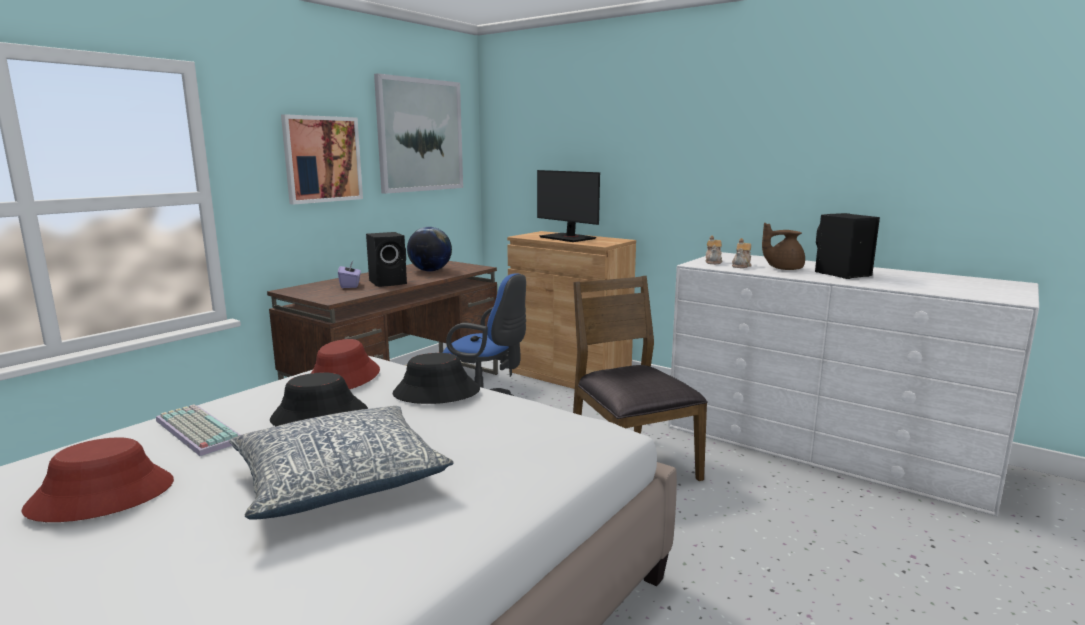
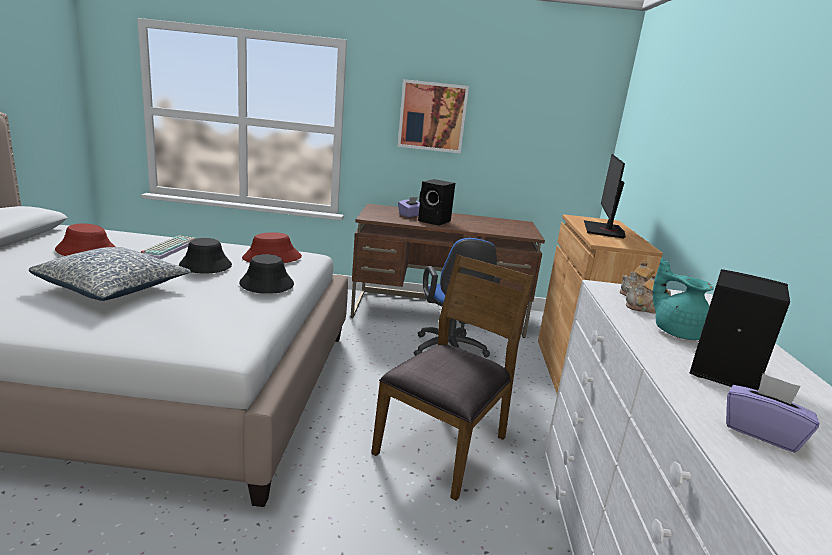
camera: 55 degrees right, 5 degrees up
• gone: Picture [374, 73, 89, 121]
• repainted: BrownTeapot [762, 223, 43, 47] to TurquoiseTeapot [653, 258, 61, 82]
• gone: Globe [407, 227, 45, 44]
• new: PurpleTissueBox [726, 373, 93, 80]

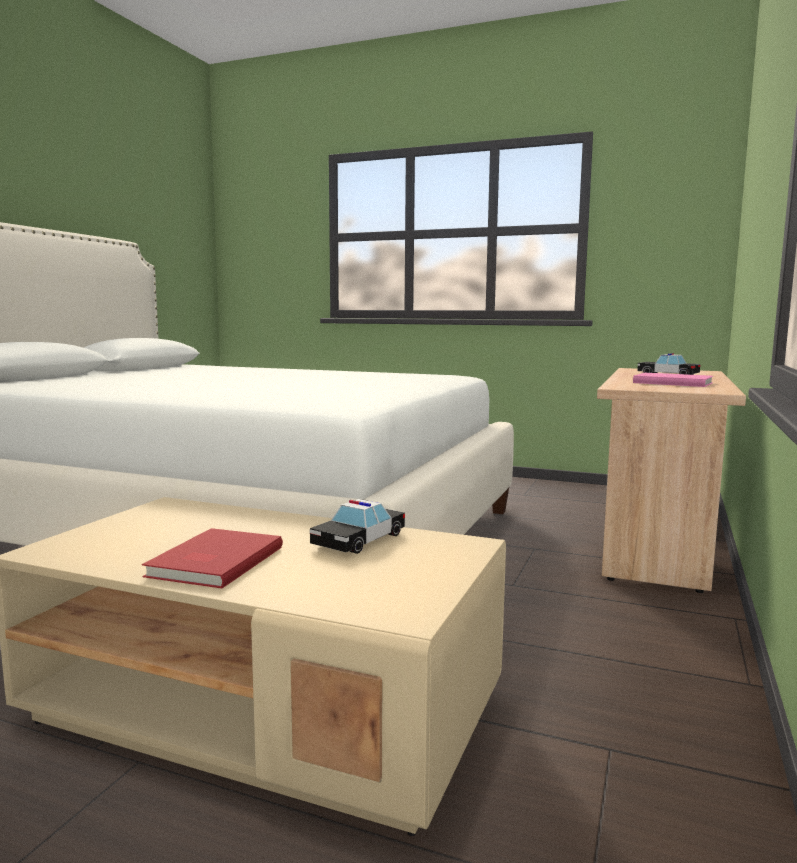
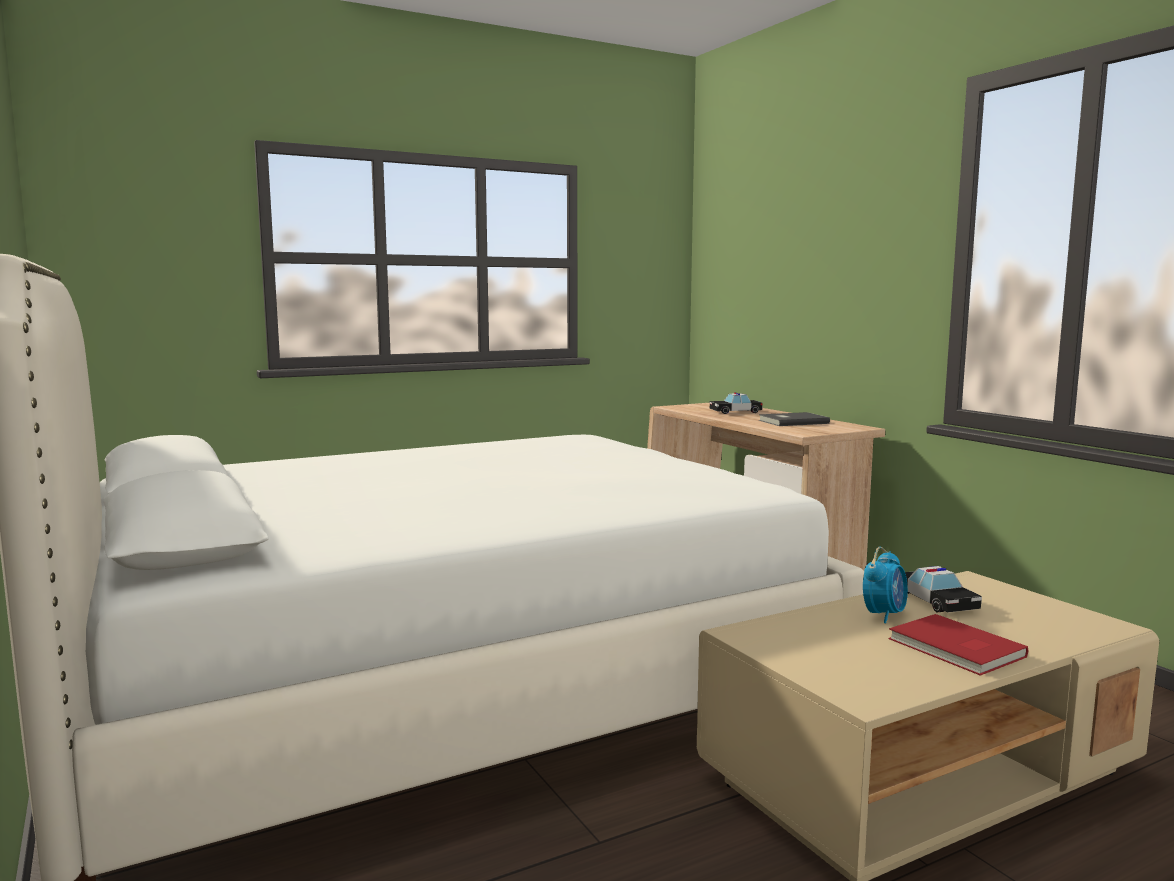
camera: 50 degrees left, 0 degrees up
• repainted: PinkBook [633, 373, 80, 14] to GreyBook [758, 412, 72, 14]
• new: AlarmClock [863, 547, 45, 76]

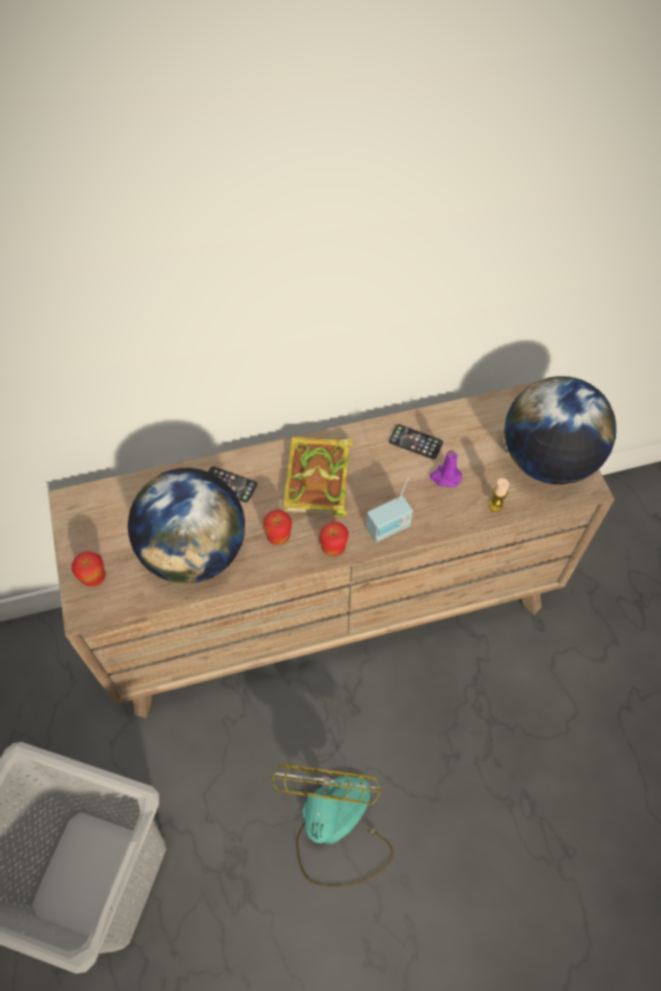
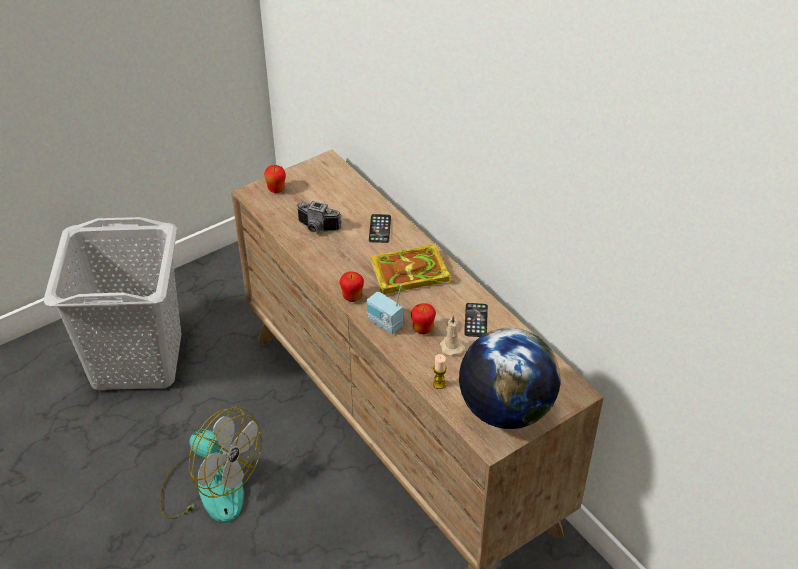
camera: 70 degrees right, 15 degrees down
• repainted: PurpleCandle [430, 448, 32, 39] to BeigeCandle [440, 315, 25, 41]
• swapped: Globe [128, 468, 117, 116] to PhotoCamera [297, 201, 44, 31]
• shifted: Apple [263, 509, 29, 36] to [411, 303, 25, 31]
• rotated: Fan [270, 764, 124, 124] = [159, 407, 103, 116] 45 degrees clockwise

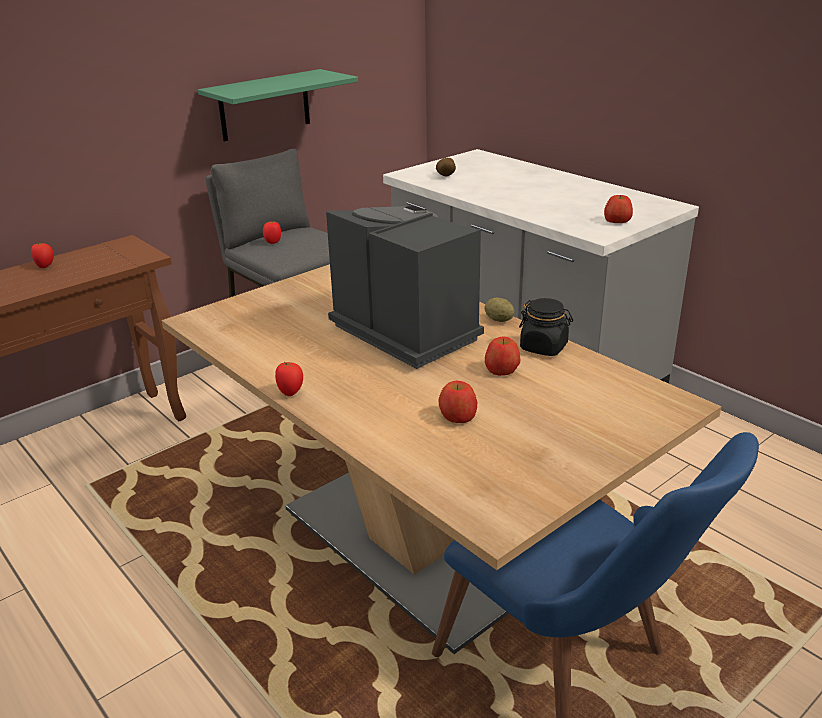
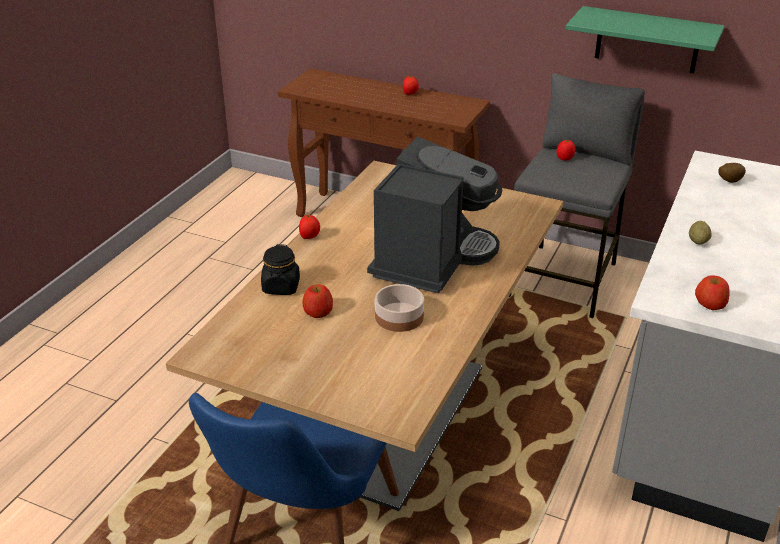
camera: 65 degrees right, 5 degrees up
• shifted: Potato [484, 297, 31, 25] to [689, 221, 23, 24]
• shifted: BlackJar [519, 298, 54, 58] to [261, 244, 39, 51]
• swapped: Apple [485, 337, 35, 39] to Bowl [375, 284, 49, 48]

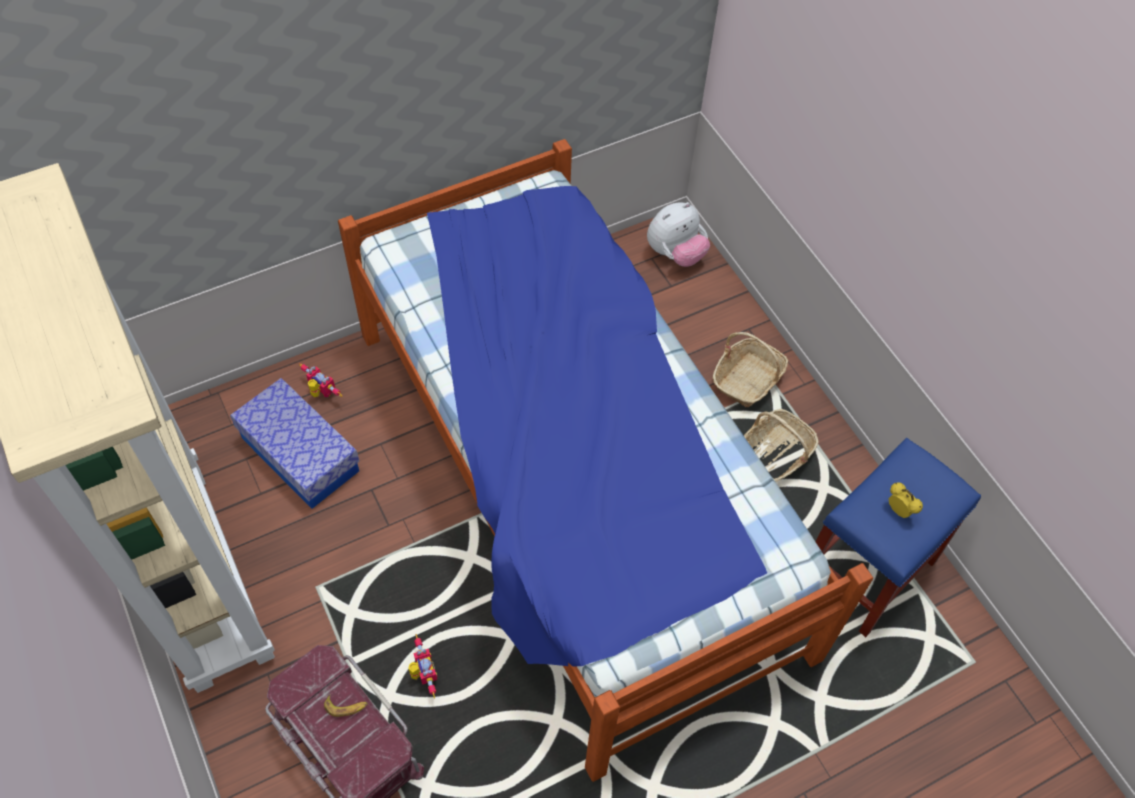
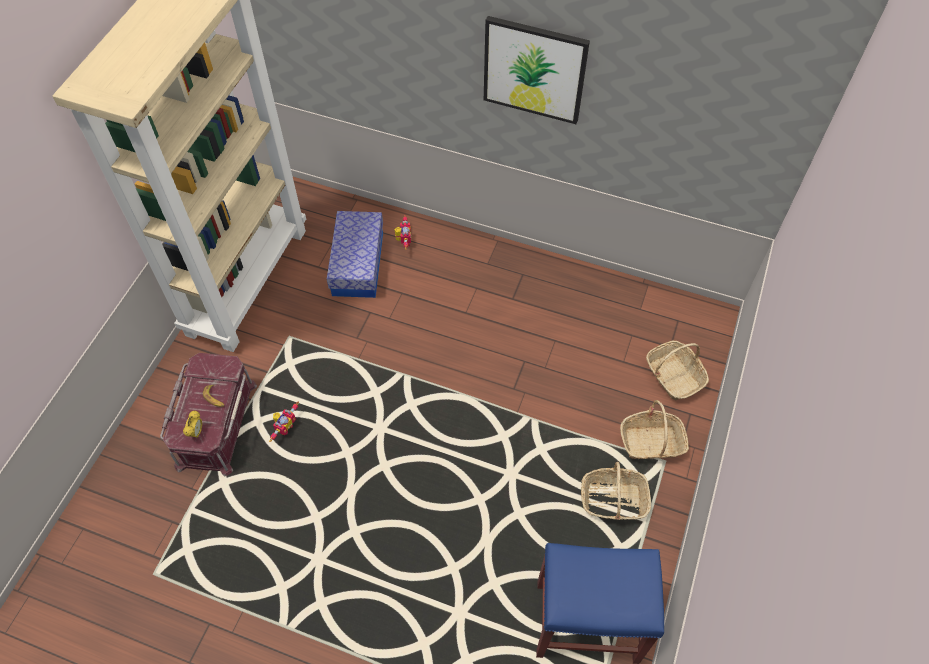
camera: 50 degrees right, 0 degrees up
• gone: Bed [338, 139, 535, 643]
• gone: PlushToy [647, 202, 63, 65]
• shifted: AlarmClock [889, 482, 34, 36] to [183, 410, 19, 28]
• new: Picture [484, 16, 106, 108]
• new: Basket [646, 340, 63, 60]

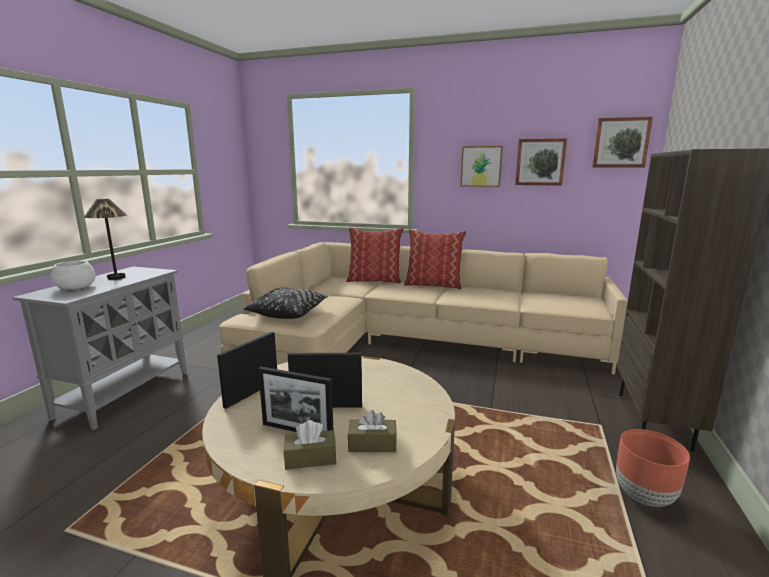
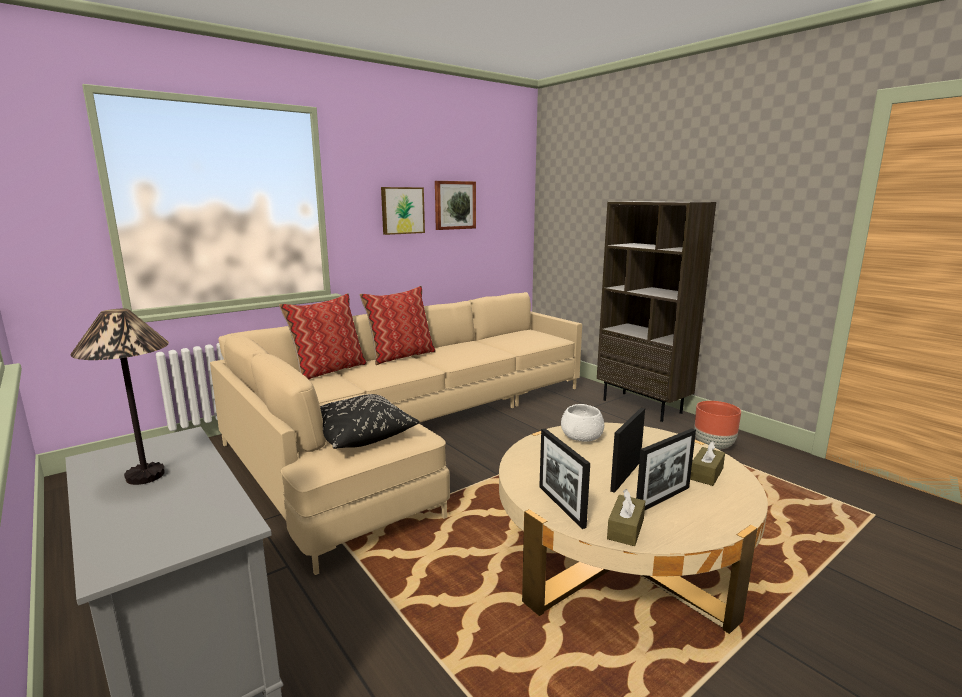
camera: 55 degrees left, 0 degrees up
• gone: Picture [592, 117, 61, 50]
• shifted: WhiteBowl [51, 261, 45, 29] to [561, 404, 43, 38]
• shifted: BrownTissueBox [284, 420, 52, 50] to [607, 489, 38, 57]

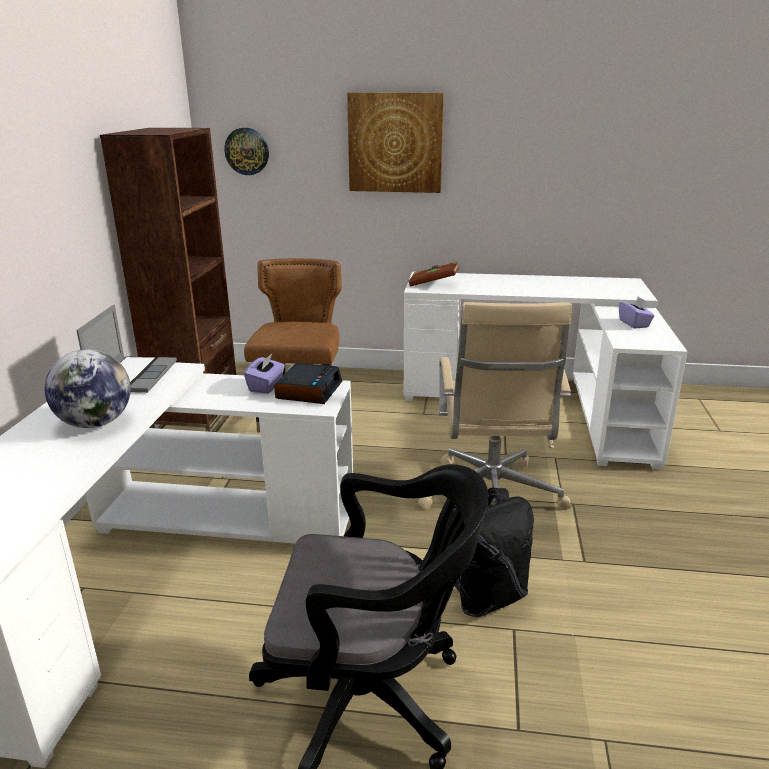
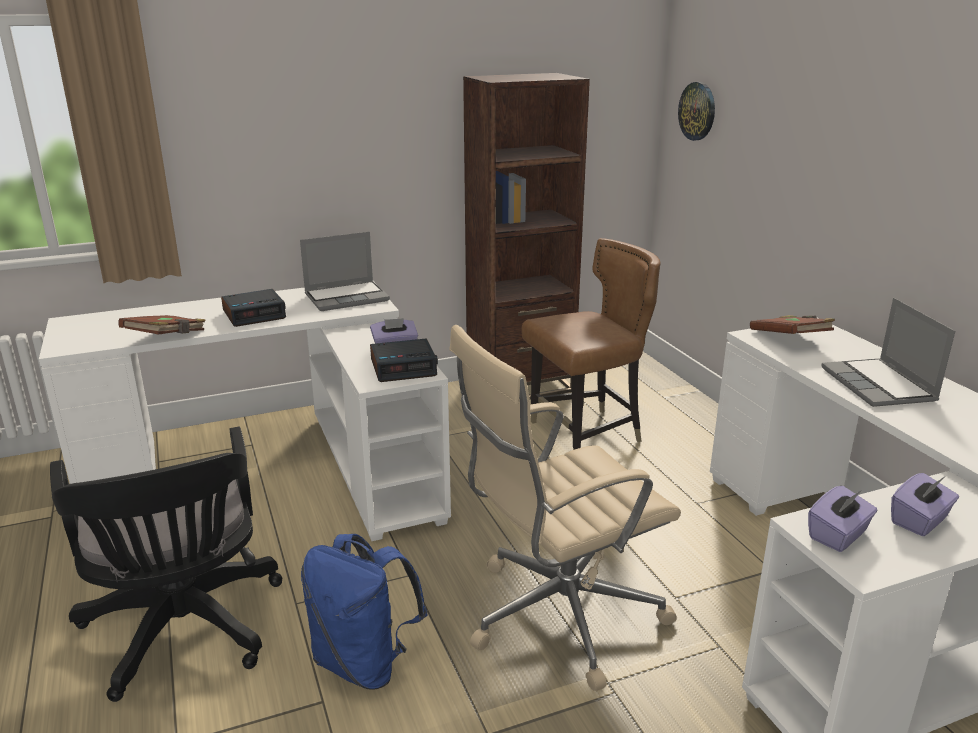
camera: 60 degrees right, 0 degrees up
• gone: Picture [347, 92, 97, 101]
• swapped: Globe [44, 349, 87, 79] to AlarmClock [221, 289, 65, 38]
• repainted: BlackBackpack [445, 488, 89, 129] to BlueBackpack [301, 534, 126, 156]
• new: Laptop [821, 298, 134, 109]
• new: BrownBook [118, 315, 88, 20]
• new: PurpleTissueBox [808, 486, 70, 66]

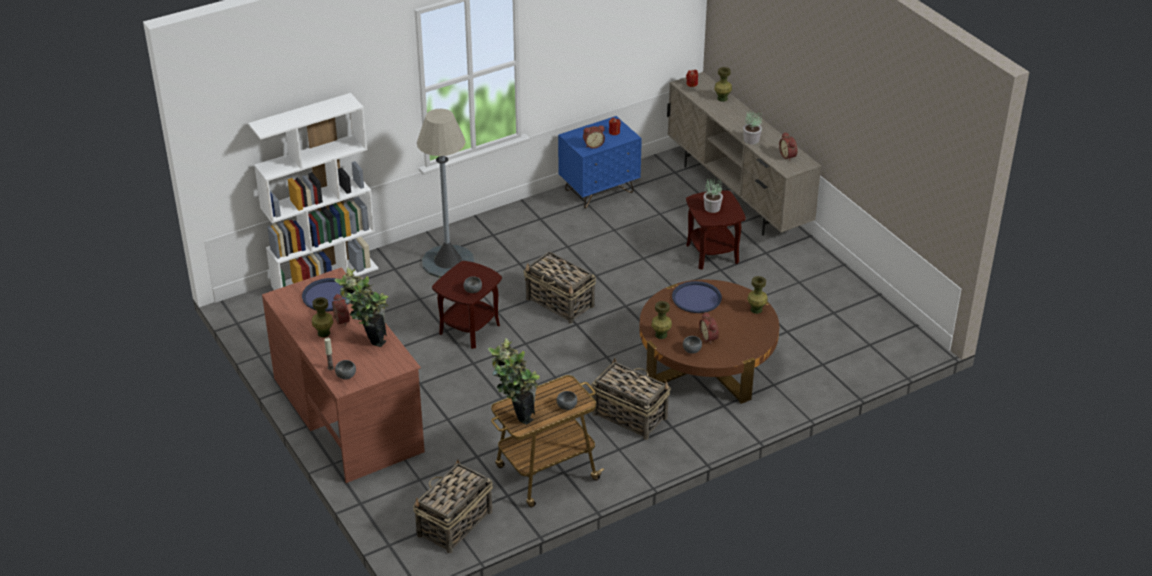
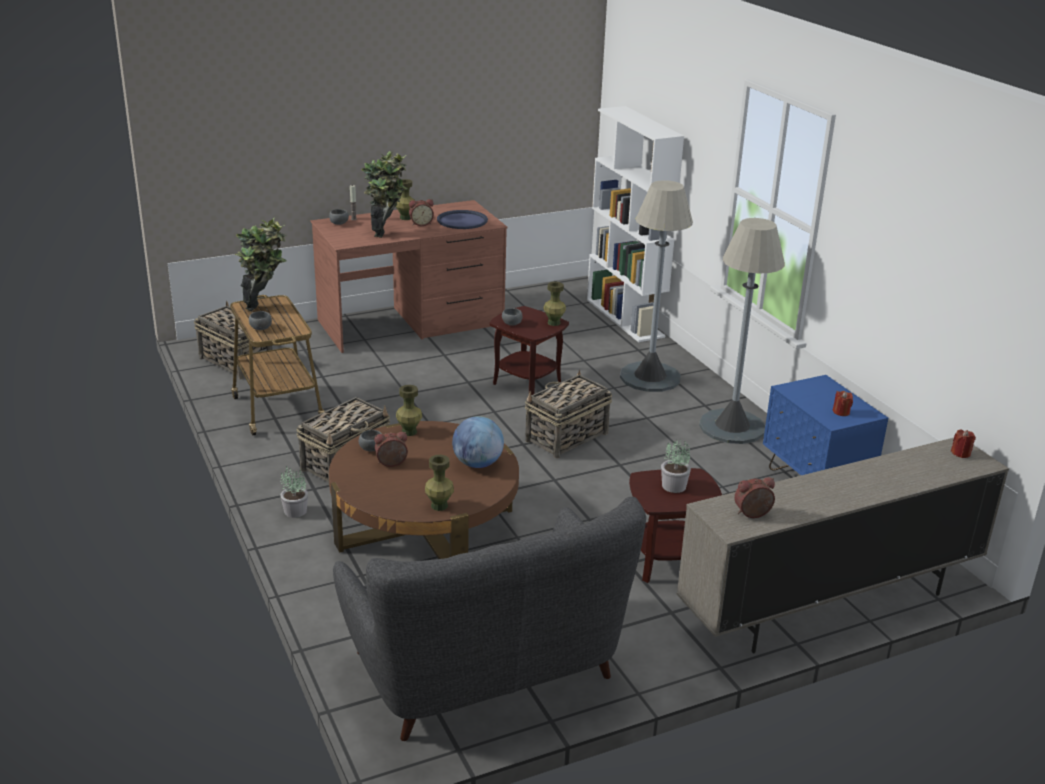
camera: 95 degrees right, 10 degrees down
• shifted: GreenVase [714, 67, 18, 35] to [544, 282, 22, 44]
• shifted: PottedPlant [743, 111, 19, 34] to [280, 466, 28, 52]
• gone: AlarmClock [583, 126, 22, 23]
• swapped: BlueTray [672, 281, 50, 32] to Globe [452, 416, 52, 52]
• new: GreyFloorLamp [699, 218, 86, 226]
• new: GreySofa [333, 497, 313, 244]

